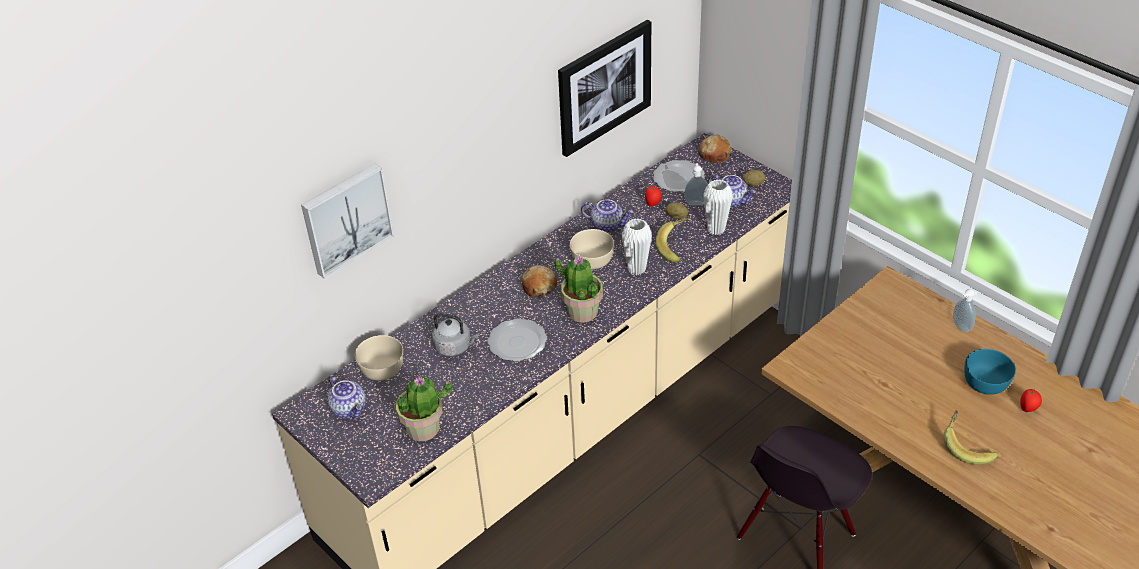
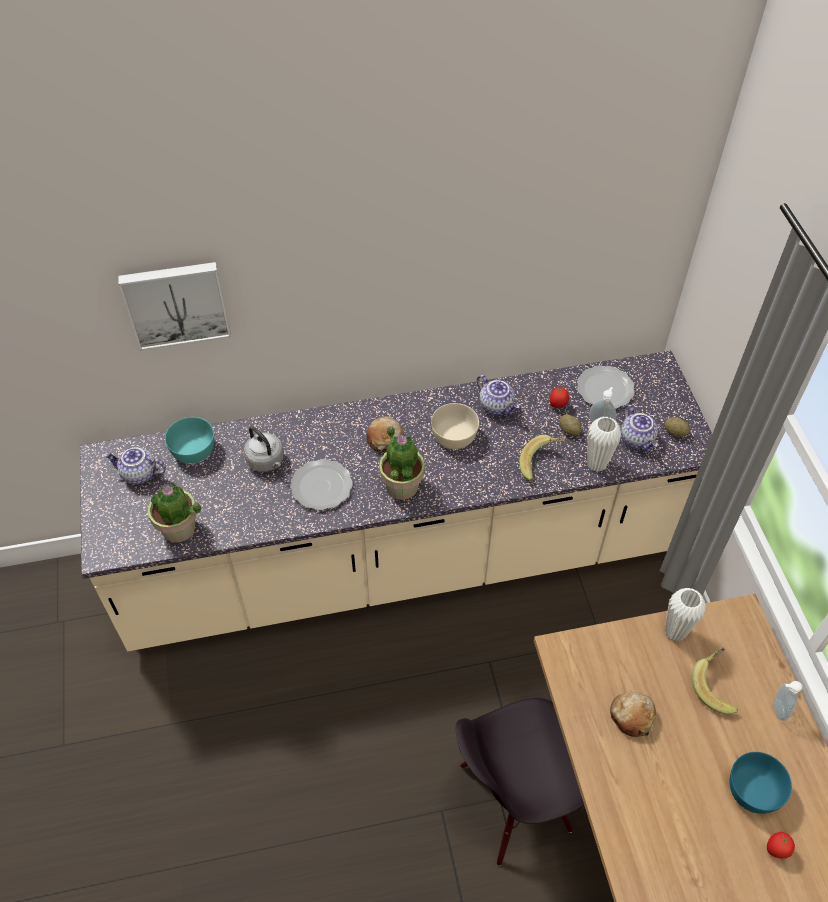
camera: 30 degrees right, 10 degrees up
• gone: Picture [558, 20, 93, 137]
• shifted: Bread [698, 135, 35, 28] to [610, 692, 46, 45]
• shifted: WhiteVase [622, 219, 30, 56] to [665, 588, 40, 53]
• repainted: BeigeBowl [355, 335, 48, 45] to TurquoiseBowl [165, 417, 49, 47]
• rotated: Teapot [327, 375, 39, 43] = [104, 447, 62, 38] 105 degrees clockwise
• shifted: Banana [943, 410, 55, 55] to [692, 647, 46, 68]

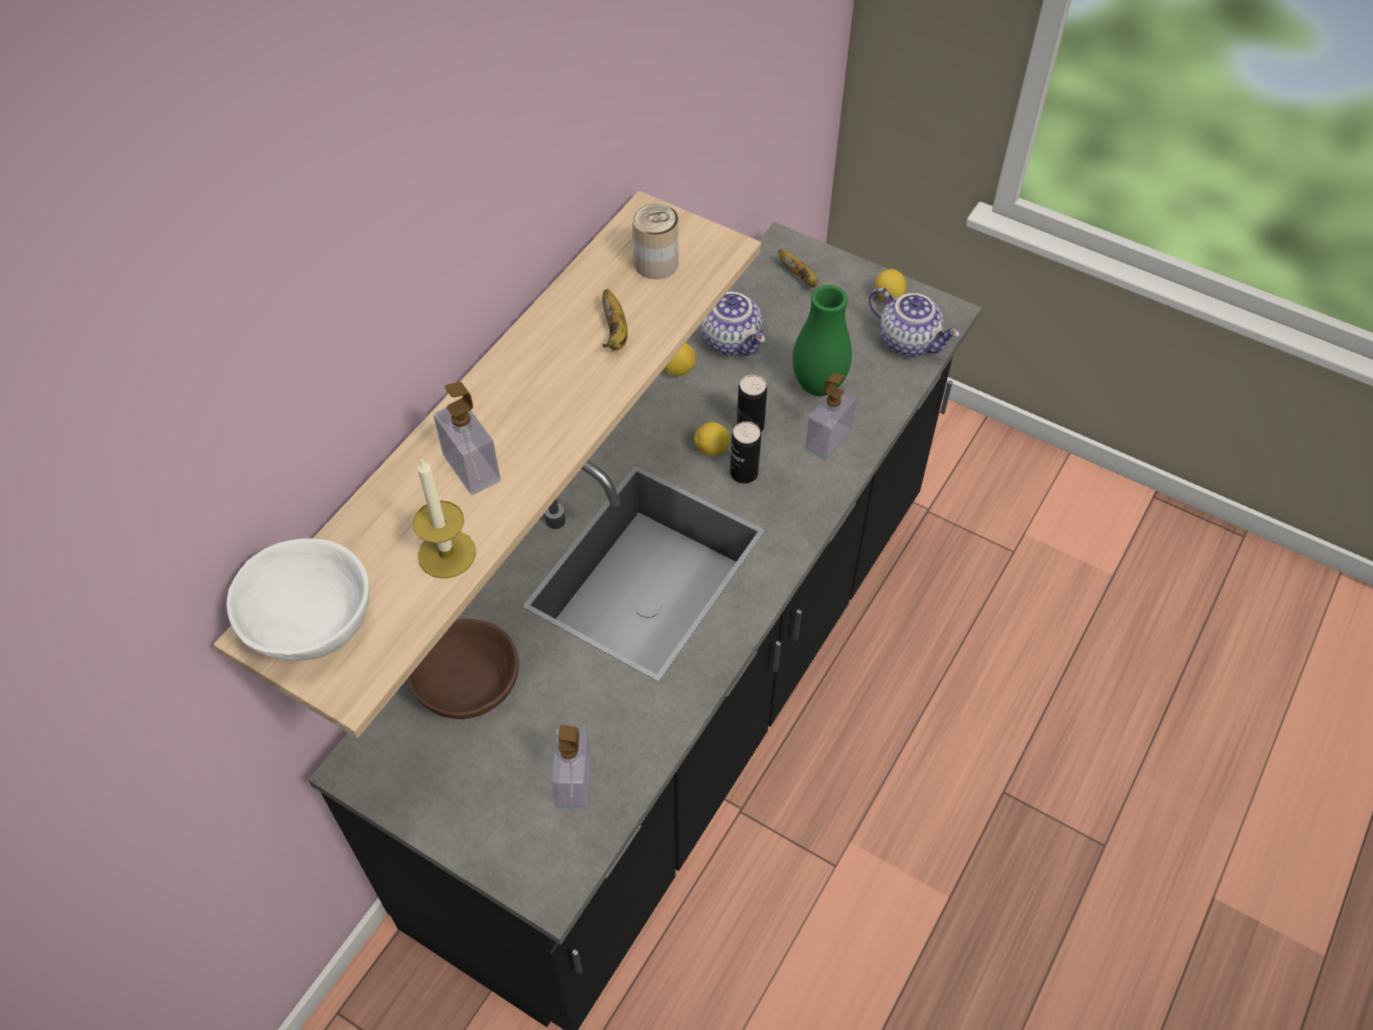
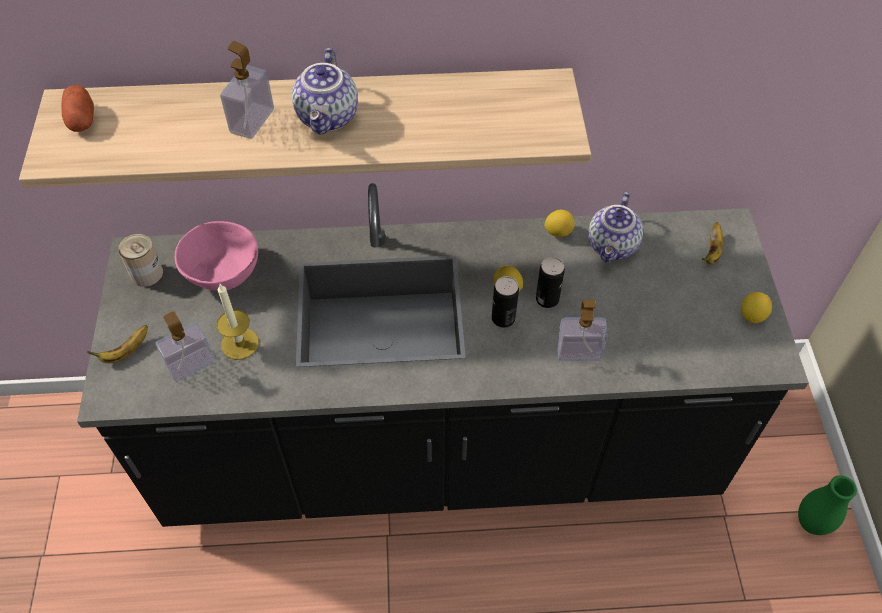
camera: 55 degrees right, 0 degrees up
• shifted: Can [632, 203, 47, 76] to [118, 234, 45, 53]
• shifted: GreenVase [793, 285, 59, 111] to [798, 475, 59, 60]
• shifted: Teapot [869, 287, 91, 69] to [292, 48, 66, 87]
• shifted: Banana [602, 289, 26, 61] to [87, 325, 61, 38]
• shifted: Candle [413, 458, 63, 121] to [217, 284, 42, 76]
• swapped: WhiteBowl [226, 538, 143, 122] to Potato [62, 85, 32, 47]
• repainted: BrownBowl [407, 619, 112, 100] to PinkBowl [175, 221, 83, 70]

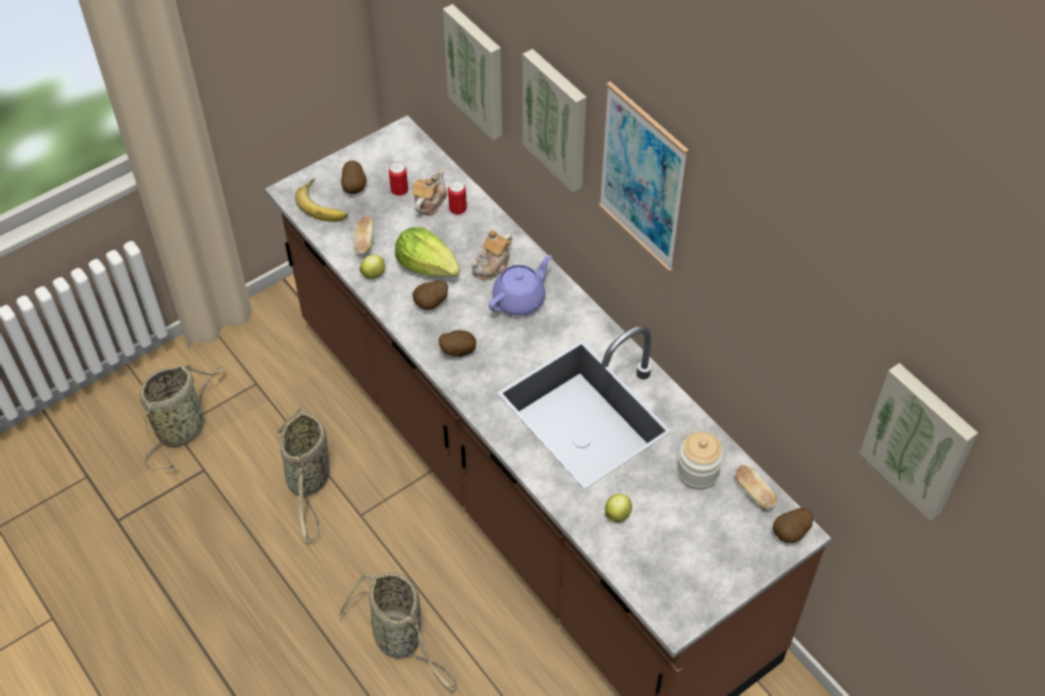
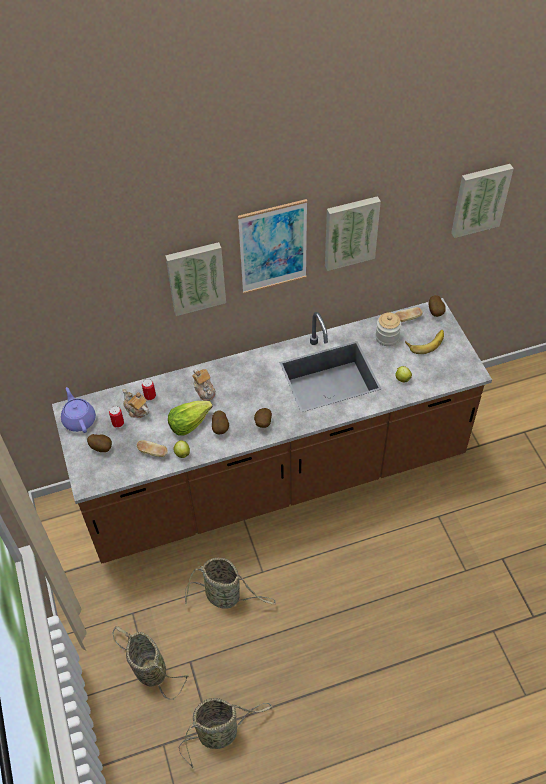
camera: 70 degrees left, 0 degrees up
• shifted: Picture [443, 4, 59, 136] to [325, 196, 56, 75]
• shifted: Banana [295, 178, 53, 44] to [405, 330, 39, 24]
• shifted: PurpleTeapot [489, 255, 63, 61] to [61, 387, 35, 46]
• shifted: Basket [337, 572, 120, 119] to [179, 698, 94, 71]

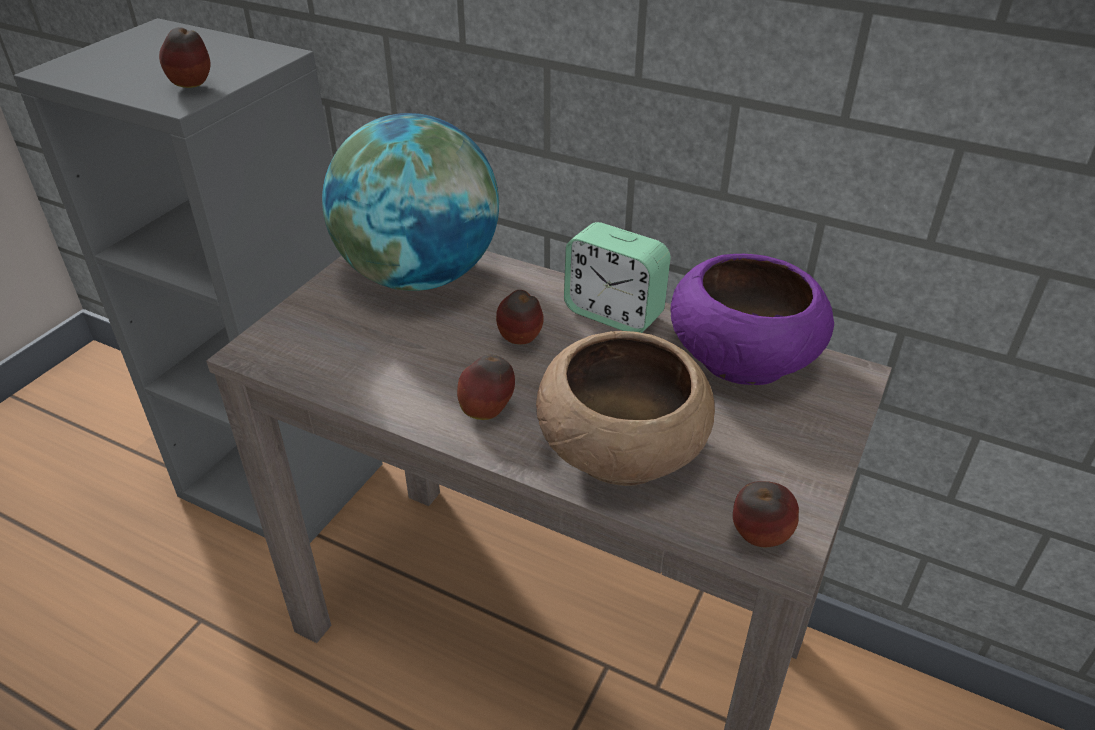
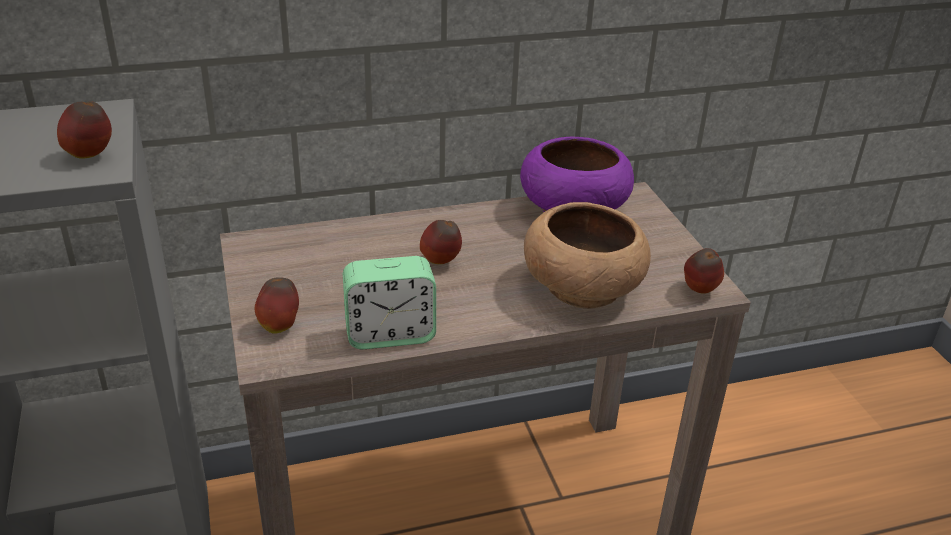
camera: 45 degrees left, 5 degrees down
• gone: Globe [322, 113, 177, 178]
• shifted: AlarmClock [564, 222, 107, 111] to [343, 256, 93, 93]
• shifted: Apple [457, 354, 58, 66] to [255, 277, 44, 57]

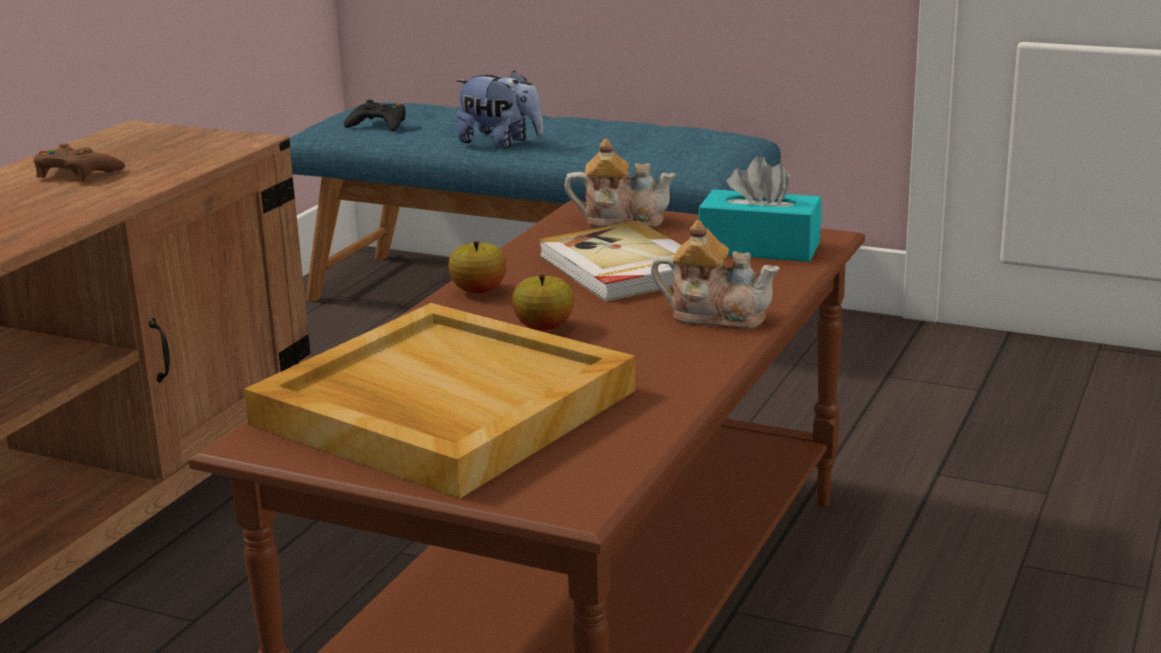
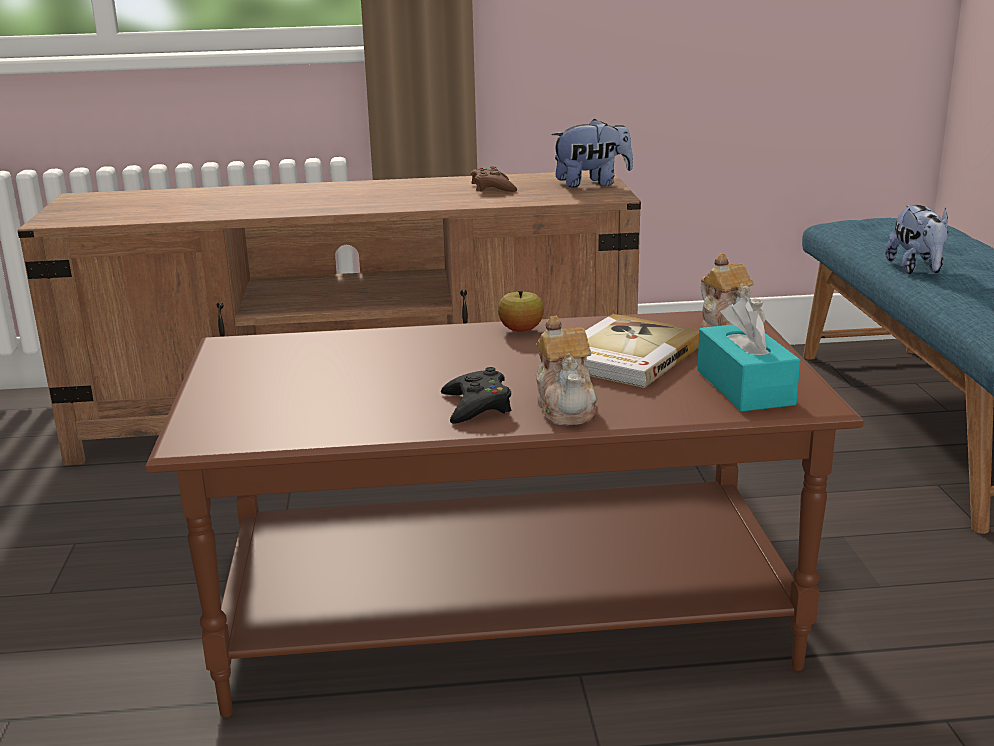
camera: 60 degrees right, 0 degrees up
• shifted: BlackGameController [344, 100, 62, 31] to [441, 367, 70, 56]
• gone: Apple [512, 275, 62, 55]
• gone: BeigeTray [244, 303, 392, 195]
• new: PlushToy [551, 119, 82, 69]

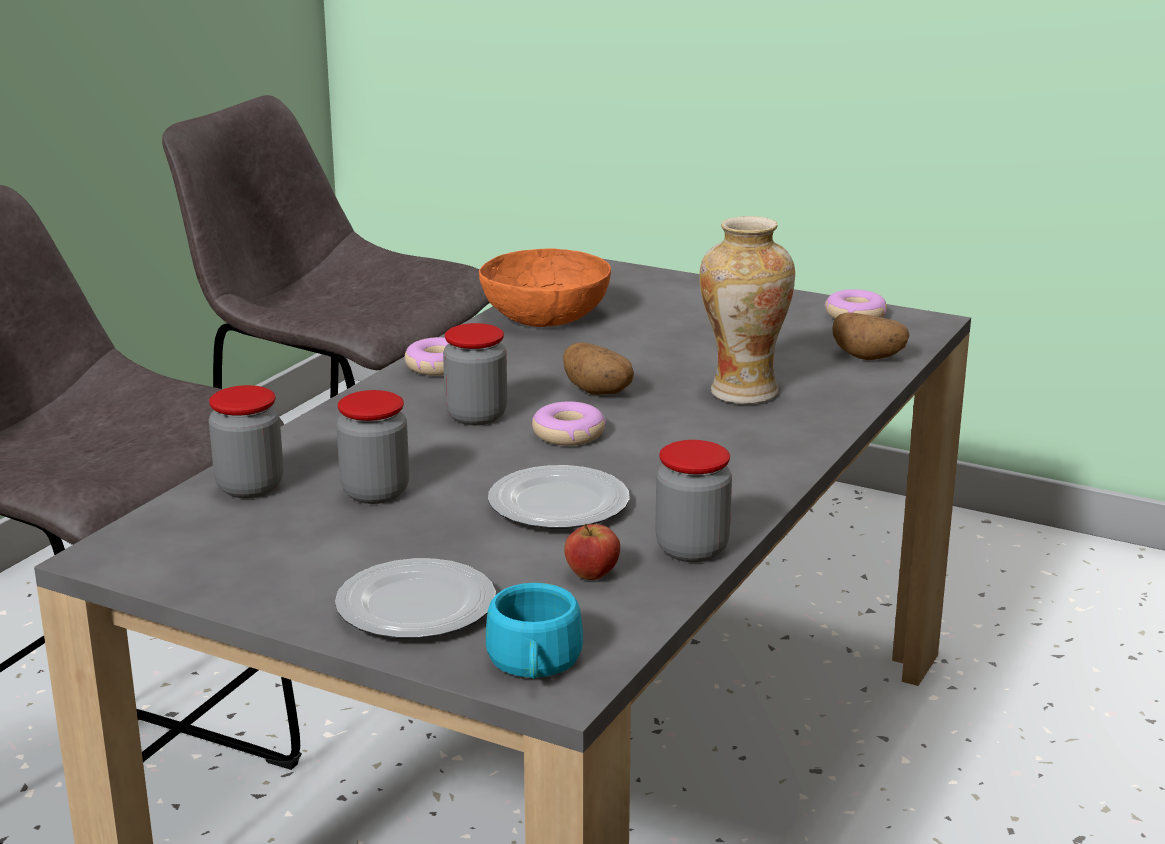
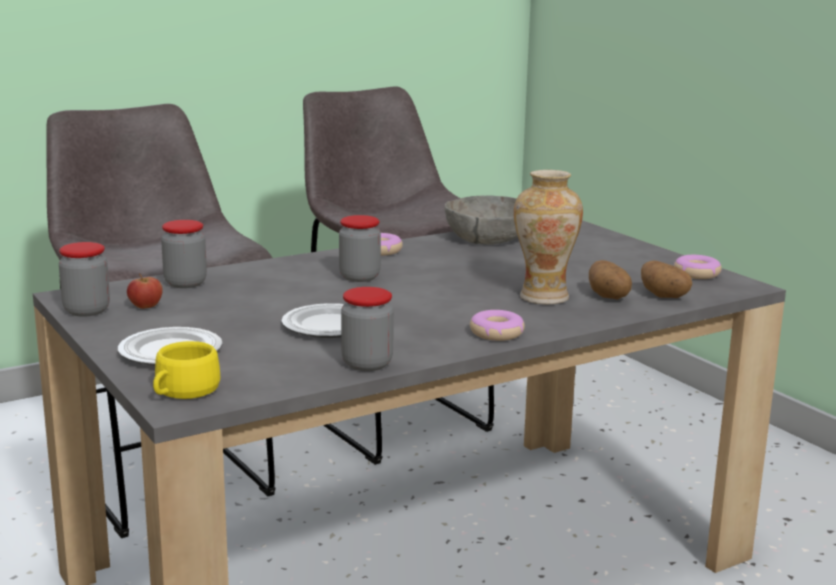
camera: 30 degrees right, 5 degrees down
• repainted: OrangeBowl [479, 249, 132, 78] to GreyBowl [444, 195, 74, 50]
• shifted: Potato [563, 342, 71, 53] to [589, 260, 43, 40]
• shifted: Jar [336, 390, 73, 114] to [59, 242, 51, 75]
• shifted: Donut [532, 401, 74, 45] to [470, 310, 55, 31]
• shifted: Apple [564, 524, 56, 56] to [127, 273, 36, 36]
• repainted: TurquoiseCup [486, 583, 97, 96] to YellowCup [153, 341, 67, 58]

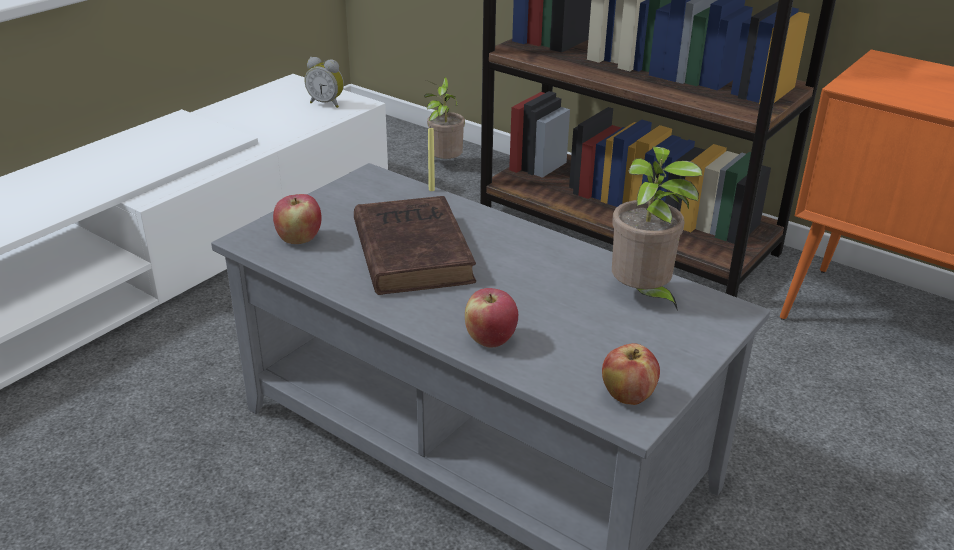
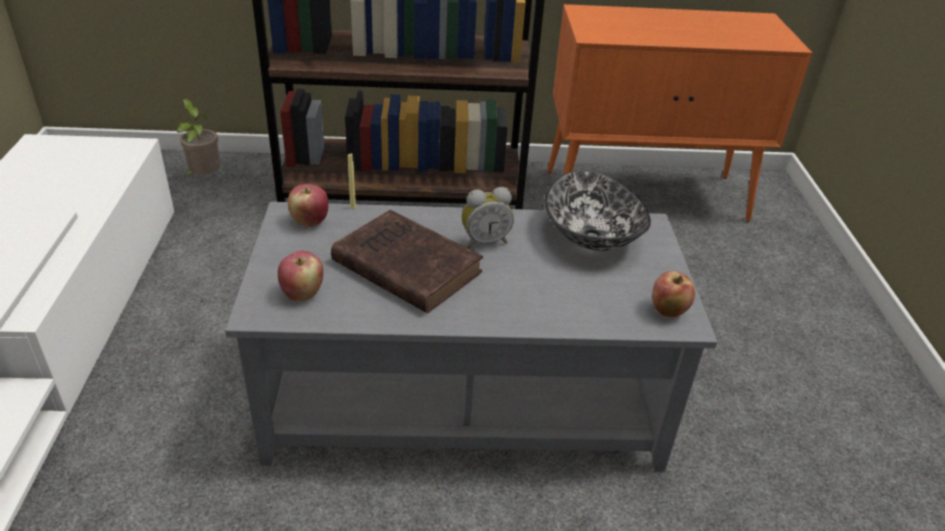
camera: 40 degrees left, 5 degrees up
• shifted: AlarmClock [305, 57, 39, 51] to [462, 187, 52, 62]
• swapped: PottedPlant [612, 146, 90, 165] to Bowl [545, 170, 106, 81]
• shifted: Apple [465, 288, 53, 60] to [288, 184, 40, 43]

